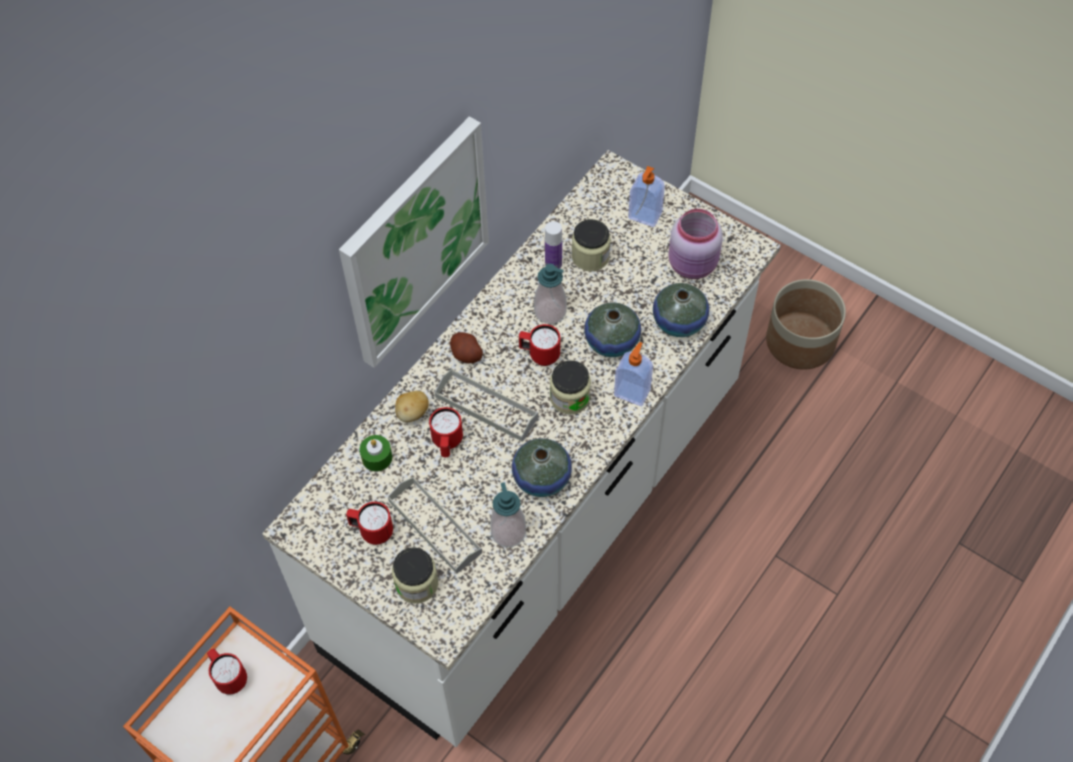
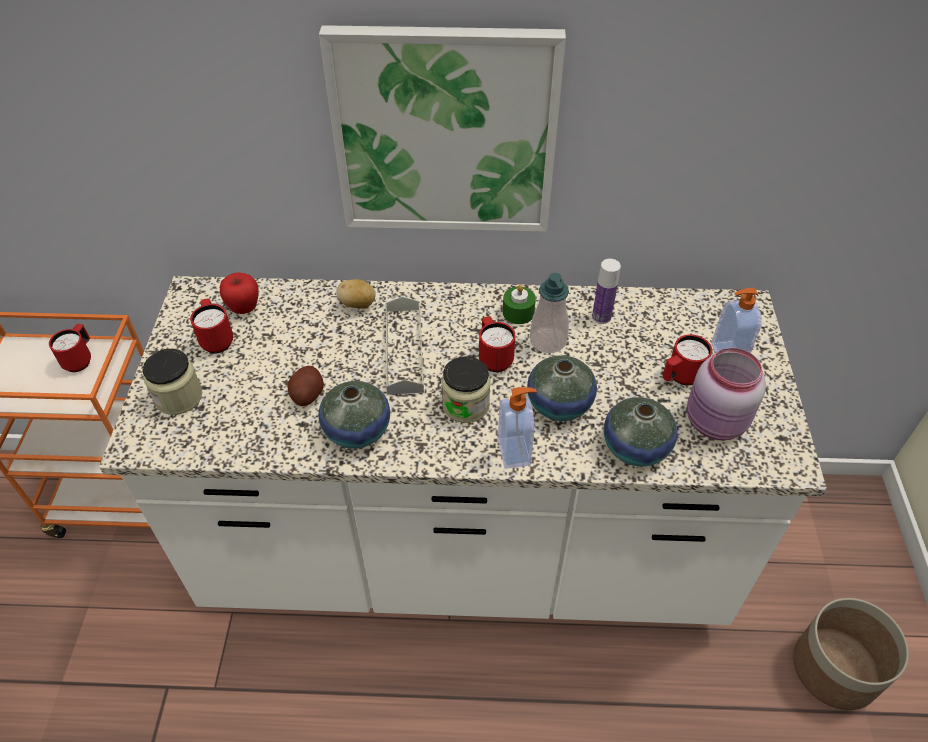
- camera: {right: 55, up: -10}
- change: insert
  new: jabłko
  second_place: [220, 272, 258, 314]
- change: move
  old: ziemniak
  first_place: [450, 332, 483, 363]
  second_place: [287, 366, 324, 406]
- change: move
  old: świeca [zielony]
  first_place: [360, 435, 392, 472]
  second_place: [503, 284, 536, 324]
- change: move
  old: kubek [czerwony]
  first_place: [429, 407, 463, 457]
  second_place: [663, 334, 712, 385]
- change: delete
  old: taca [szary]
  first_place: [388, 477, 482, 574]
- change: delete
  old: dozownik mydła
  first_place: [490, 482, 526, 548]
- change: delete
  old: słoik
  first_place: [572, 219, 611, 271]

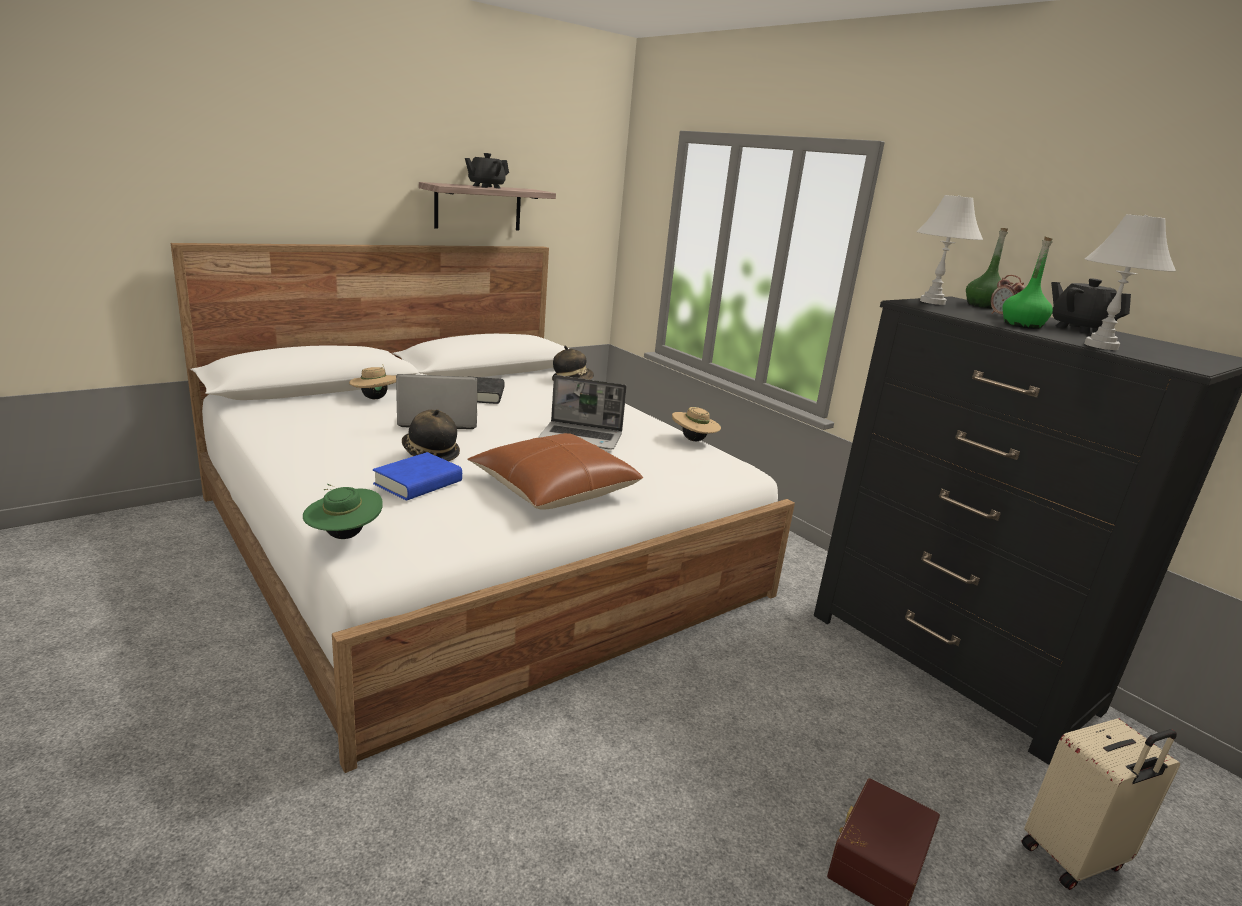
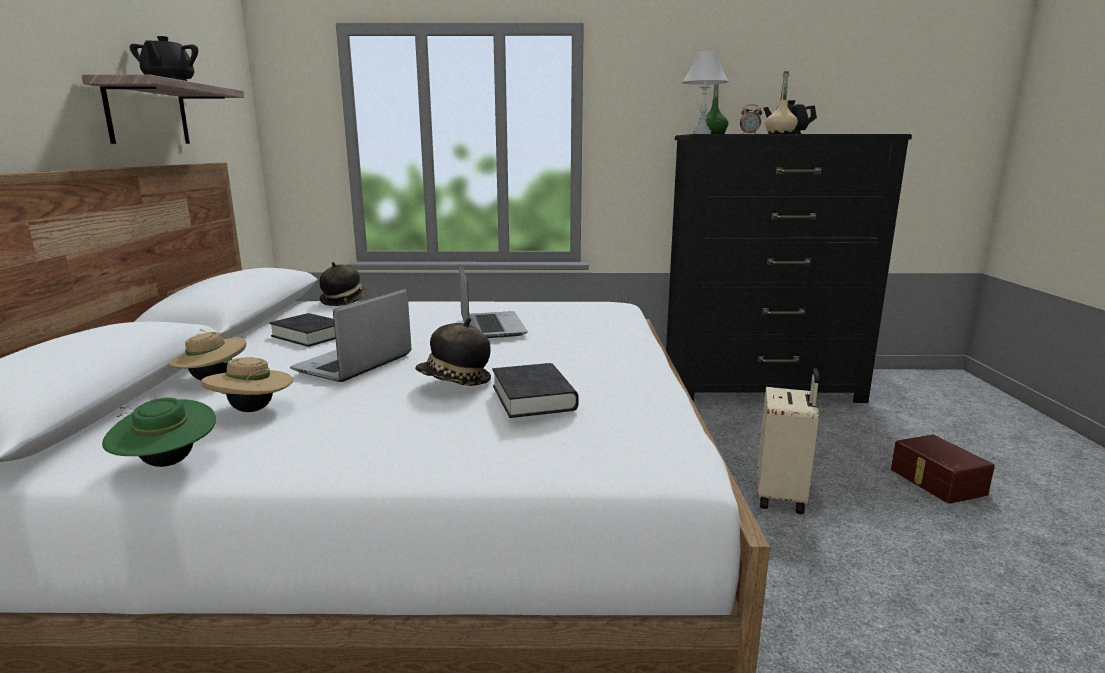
- camera: {right: -50, up: -5}
- change: move
  old: kapelusz [zielony]
  first_place: [303, 484, 383, 539]
  second_place: [102, 398, 216, 467]
- change: move
  old: kapelusz [beżowy]
  first_place: [672, 407, 721, 441]
  second_place: [201, 358, 293, 412]
- change: rotate
  old: laptop
  first_place: [538, 375, 627, 449]
  second_place: [459, 264, 528, 338]
  degrees: -60
- change: recolor
  old: książka [niebieski]
  new: książka [czarny]
  first_place: [373, 452, 462, 500]
  second_place: [492, 363, 579, 418]
- change: move
  old: walizka [beżowy]
  first_place: [1021, 718, 1180, 890]
  second_place: [758, 368, 819, 514]
- change: recolor
  old: butelka [zielony]
  new: butelka [beżowy]
  first_place: [1002, 236, 1053, 329]
  second_place: [765, 71, 798, 134]
- change: delete
  old: poduszka [brązowy]
  first_place: [467, 433, 643, 510]
- change: delete
  old: lampa stołowa [biały]
  first_place: [1084, 214, 1176, 350]

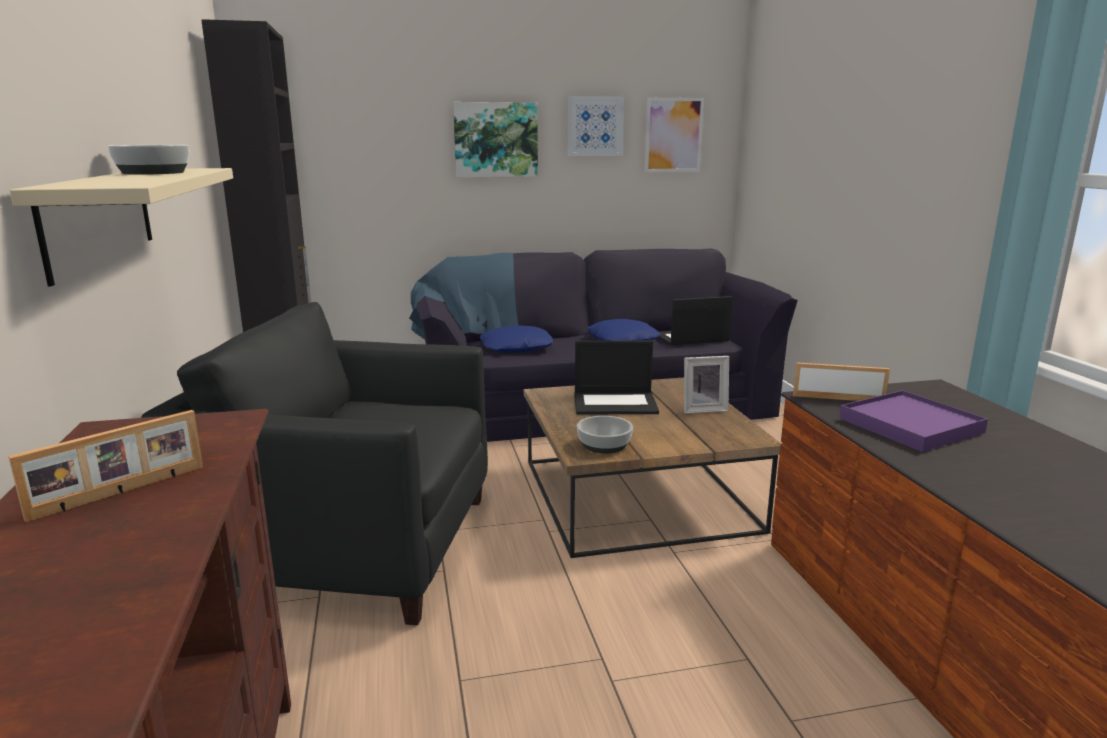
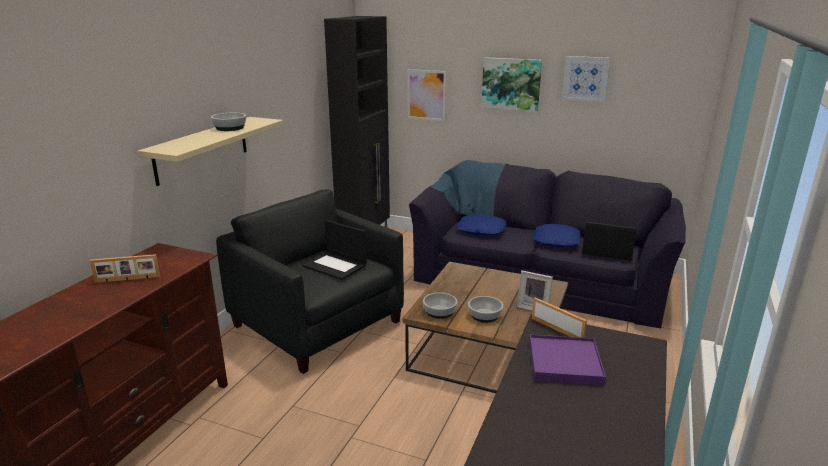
- camera: {right: 35, up: 5}
- change: move
  old: laptop
  first_place: [574, 341, 659, 414]
  second_place: [302, 220, 367, 280]
- change: move
  old: obraz
  first_place: [644, 97, 704, 172]
  second_place: [407, 69, 446, 121]
- change: insert
  new: miska
  second_place: [468, 296, 503, 323]

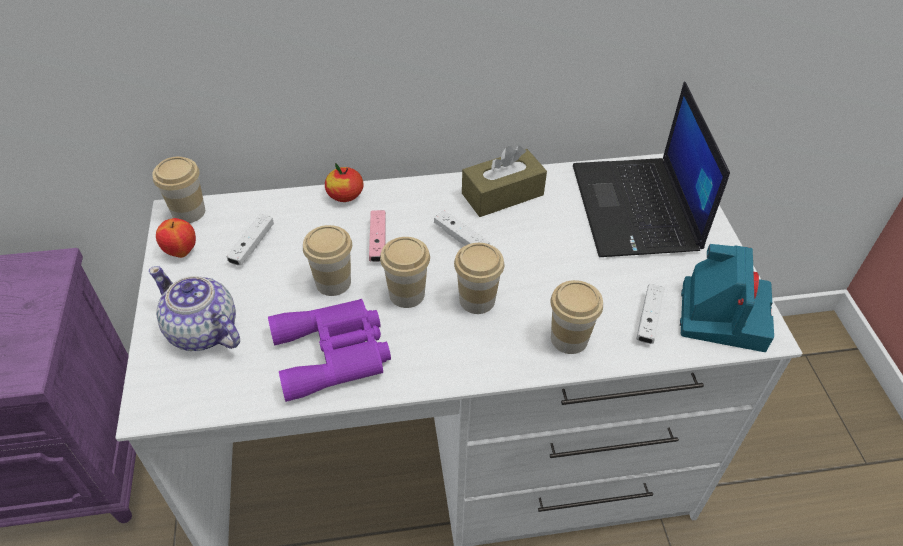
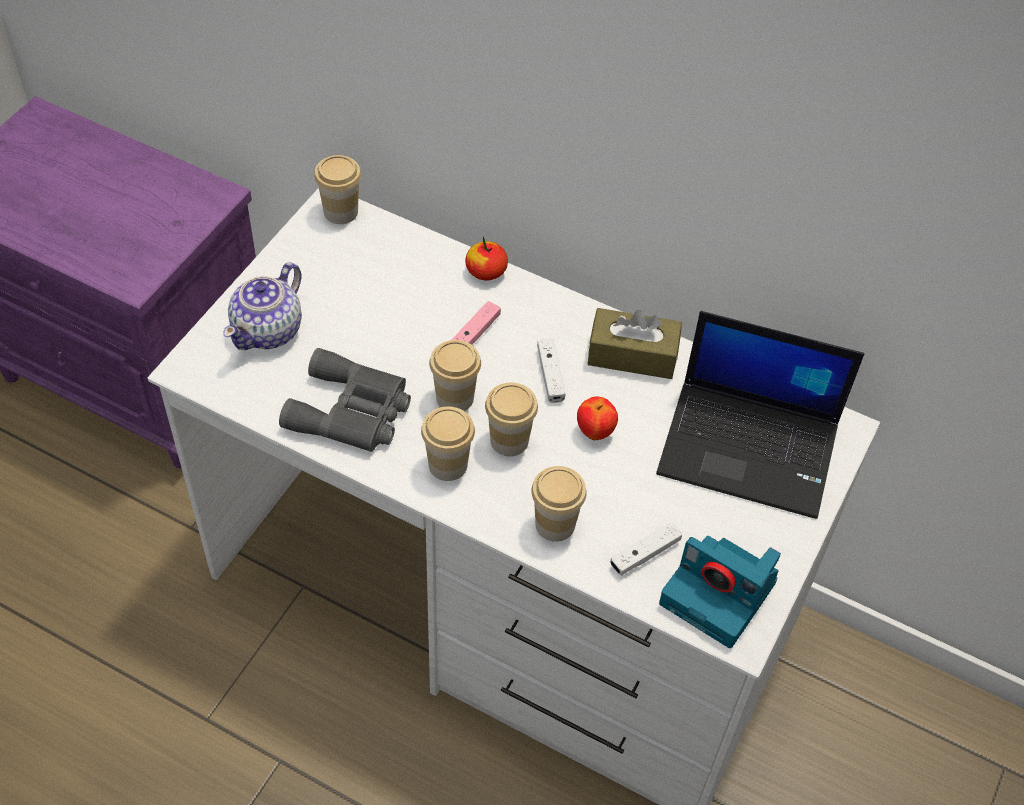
- camera: {right: 35, up: 5}
- change: rotate
  old: imbryk
  first_place: [149, 266, 240, 351]
  second_place: [223, 262, 302, 350]
  degrees: -135
- change: recolor
  old: lornetka [fioletowy]
  new: lornetka [szary]
  first_place: [268, 299, 391, 402]
  second_place: [279, 348, 411, 452]
- change: move
  old: filiżanka
  first_place: [303, 225, 352, 296]
  second_place: [421, 406, 475, 481]
- change: move
  old: jabłko
  first_place: [156, 218, 196, 258]
  second_place: [577, 396, 618, 440]
- change: rotate
  old: laptop
  first_place: [573, 81, 730, 257]
  second_place: [656, 311, 864, 519]
  degrees: -105
- change: rotate
  old: aparat fotograficzny
  first_place: [680, 244, 774, 352]
  second_place: [659, 536, 781, 648]
  degrees: 75
- change: delete
  old: pad do gier [biały]
  first_place: [226, 214, 274, 266]

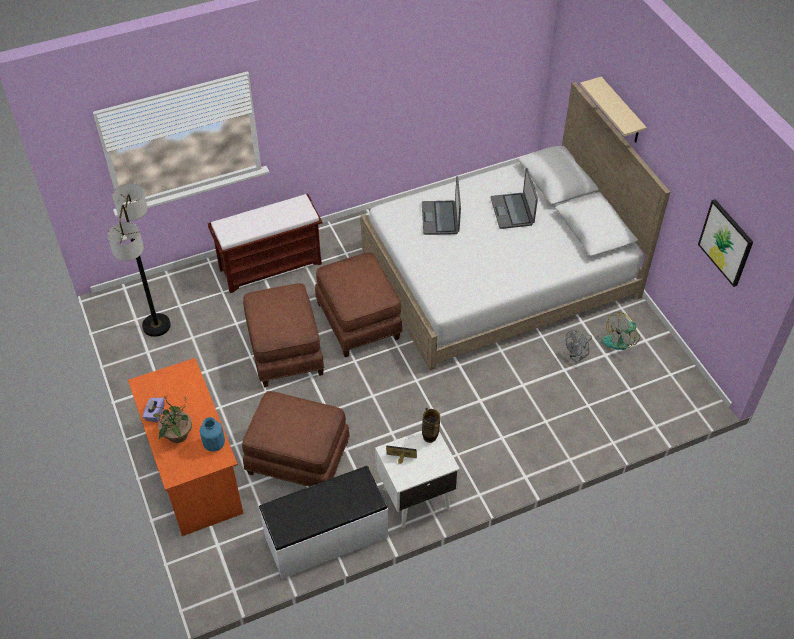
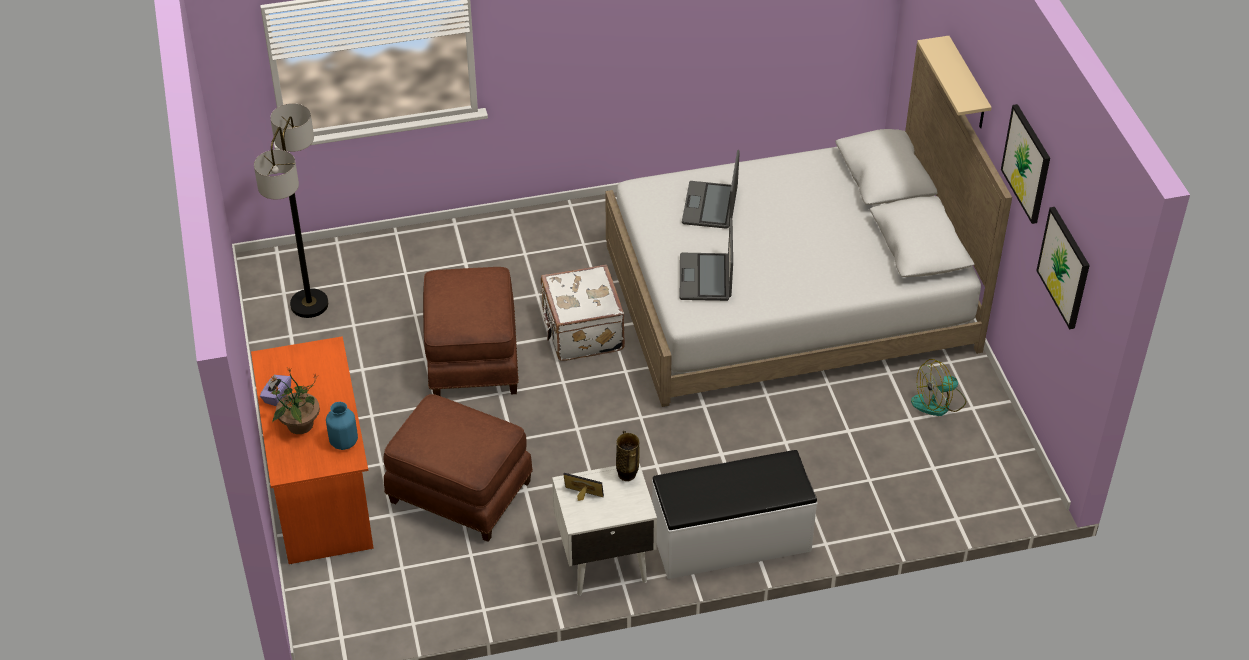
- camera: {right: 10, up: -5}
- change: replace
  old: pufa [brązowy]
  new: walizka [biały]
  first_place: [315, 252, 403, 357]
  second_place: [540, 264, 625, 361]
- change: move
  old: ławka [biały]
  first_place: [259, 466, 388, 579]
  second_place: [652, 450, 817, 579]
- change: move
  old: laptop
  first_place: [491, 168, 538, 229]
  second_place: [680, 218, 733, 301]
- change: insert
  new: obraz
  second_place: [1001, 104, 1050, 224]
- change: delete
  old: ławka [brązowy]
  first_place: [208, 194, 323, 293]
- change: delete
  old: wentylator [szary]
  first_place: [566, 330, 592, 363]

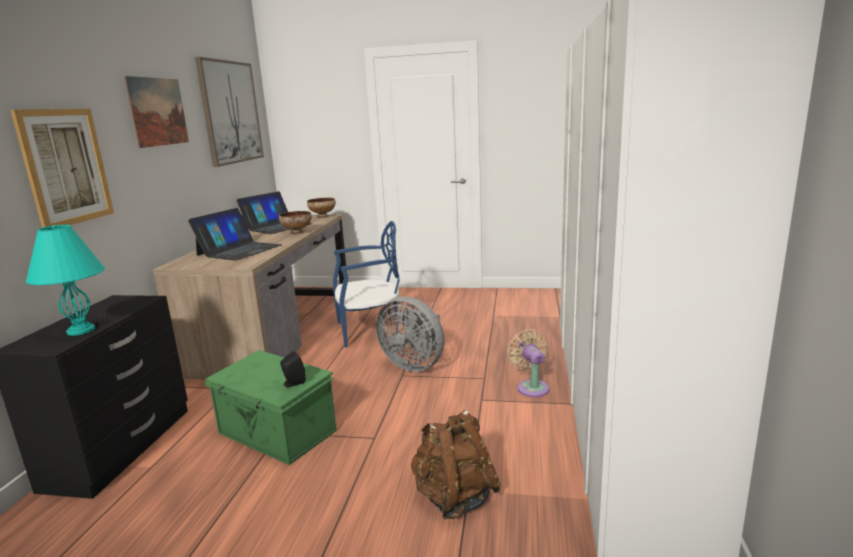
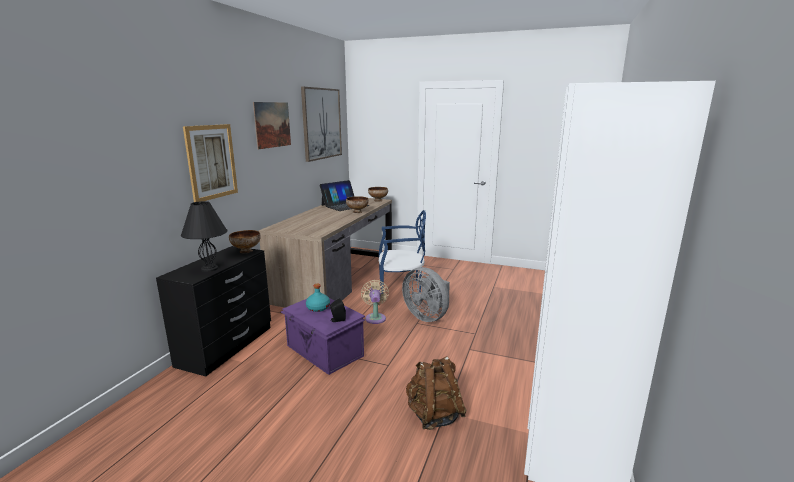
- camera: {right: 10, up: 0}
- change: recolor
  old: lampa stołowa [turkusowy]
  new: lampa stołowa [czarny]
  first_place: [26, 225, 105, 336]
  second_place: [181, 201, 227, 272]
- change: insert
  new: miska
  second_place: [229, 230, 261, 253]
- change: recolor
  old: pojemnik do przechowywania [zielony]
  new: pojemnik do przechowywania [fioletowy]
  first_place: [203, 350, 337, 465]
  second_place: [281, 298, 365, 375]
- change: insert
  new: butelka [turkusowy]
  second_place: [306, 284, 330, 312]
- change: move
  old: wentylator [beżowy]
  first_place: [507, 329, 550, 397]
  second_place: [361, 280, 389, 324]
- change: delete
  old: laptop
  first_place: [188, 208, 282, 261]

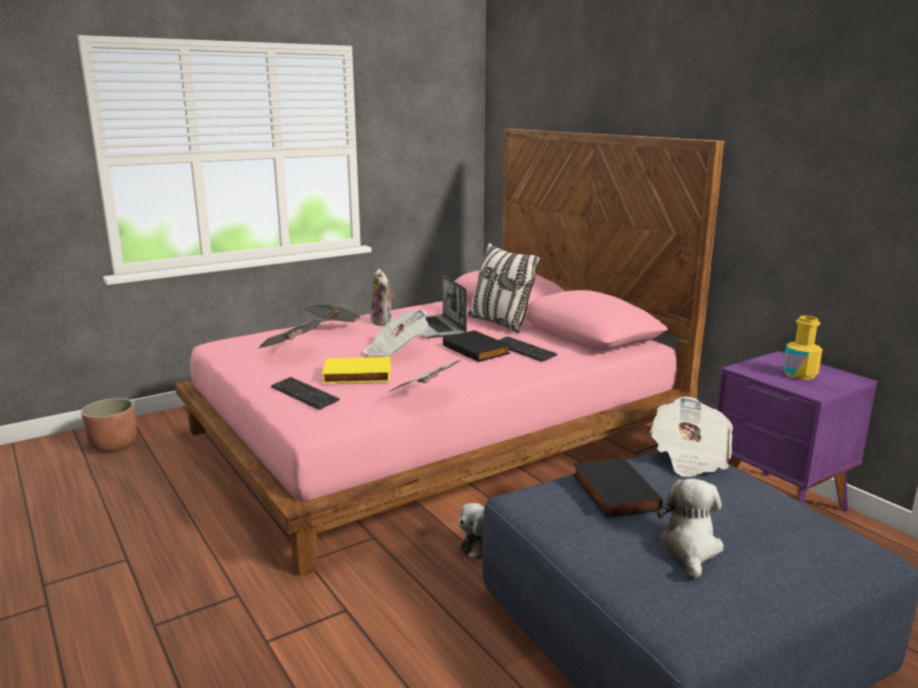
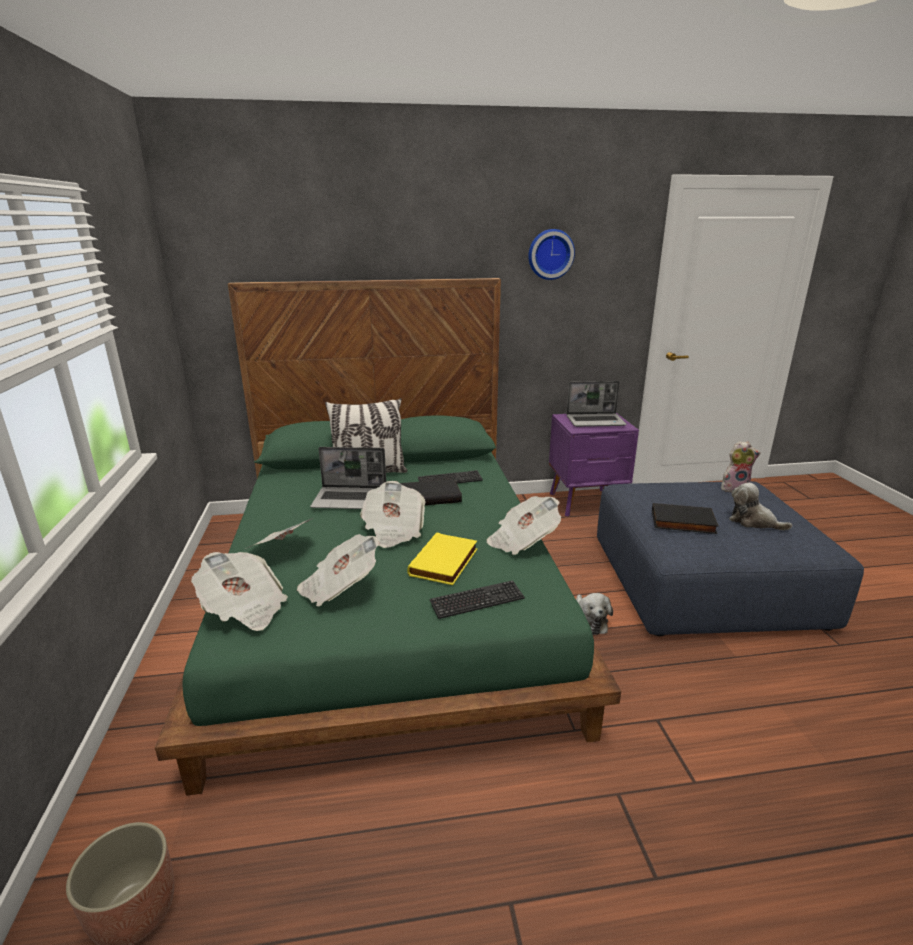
- camera: {right: -65, up: 5}
- change: recolor
  old: łóżko [różowy]
  new: łóżko [zielony]
  first_place: [175, 129, 725, 577]
  second_place: [155, 278, 621, 796]
- change: move
  old: gazeta
  first_place: [650, 397, 733, 477]
  second_place: [191, 552, 288, 631]
- change: insert
  new: zegar ścienny
  second_place: [528, 229, 575, 280]
- change: replace
  old: butelka [żółty]
  new: laptop
  first_place: [783, 316, 823, 380]
  second_place: [566, 381, 627, 427]
- change: move
  old: pluszak
  first_place: [370, 269, 394, 326]
  second_place: [721, 441, 760, 493]

